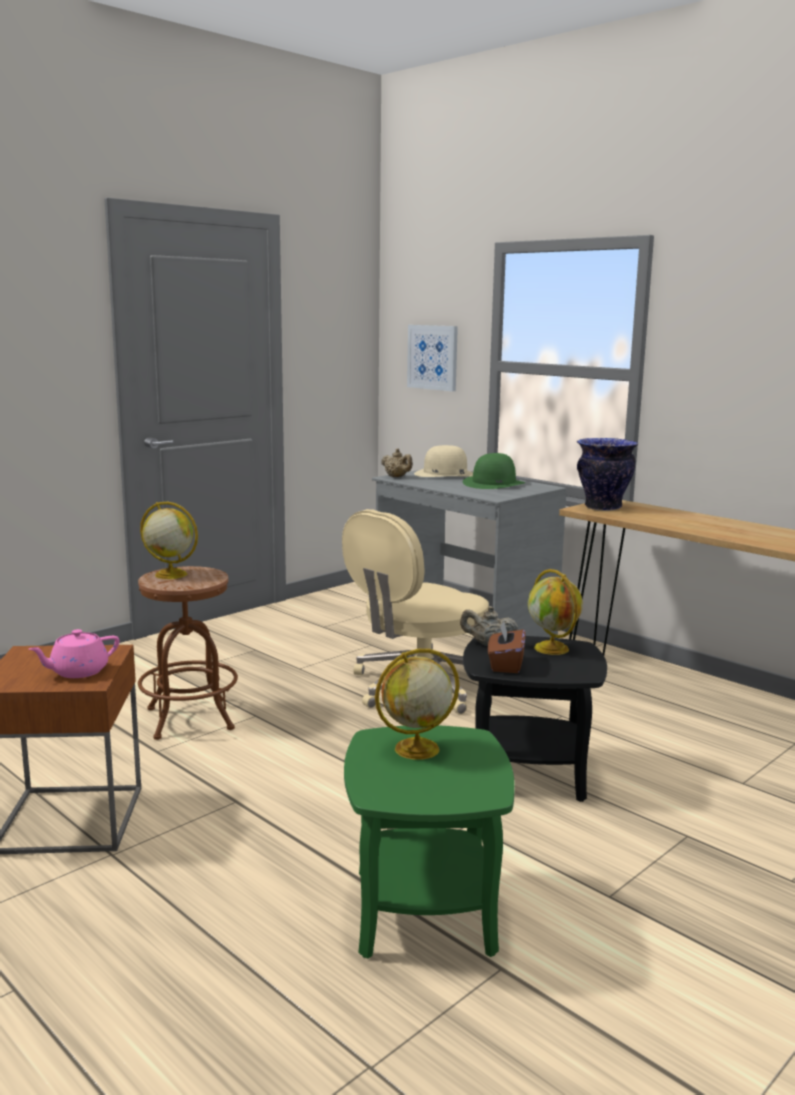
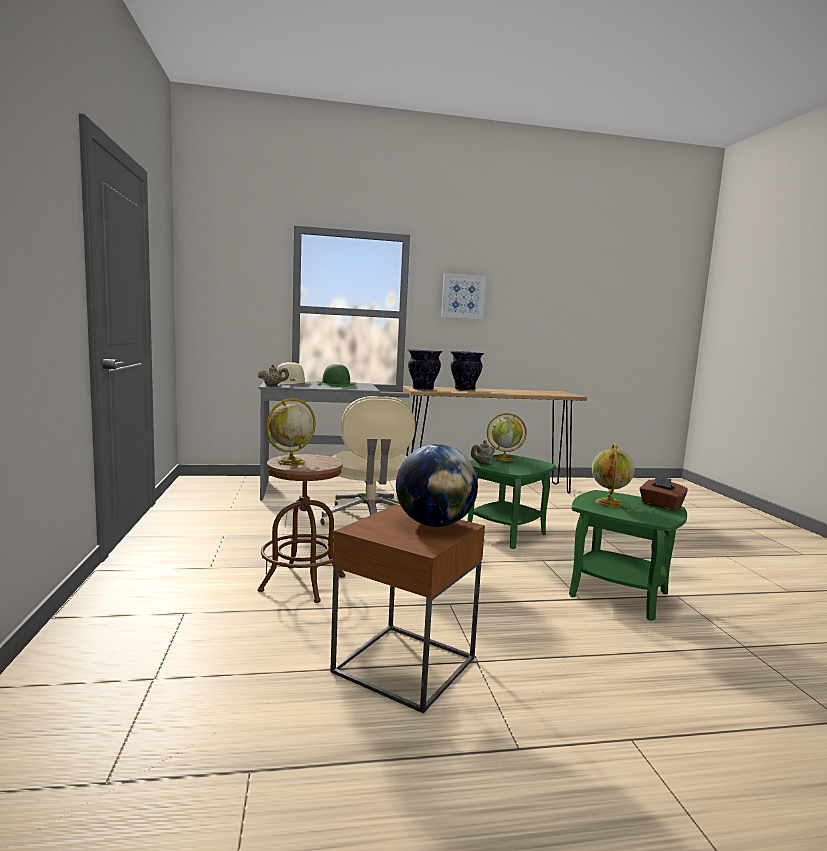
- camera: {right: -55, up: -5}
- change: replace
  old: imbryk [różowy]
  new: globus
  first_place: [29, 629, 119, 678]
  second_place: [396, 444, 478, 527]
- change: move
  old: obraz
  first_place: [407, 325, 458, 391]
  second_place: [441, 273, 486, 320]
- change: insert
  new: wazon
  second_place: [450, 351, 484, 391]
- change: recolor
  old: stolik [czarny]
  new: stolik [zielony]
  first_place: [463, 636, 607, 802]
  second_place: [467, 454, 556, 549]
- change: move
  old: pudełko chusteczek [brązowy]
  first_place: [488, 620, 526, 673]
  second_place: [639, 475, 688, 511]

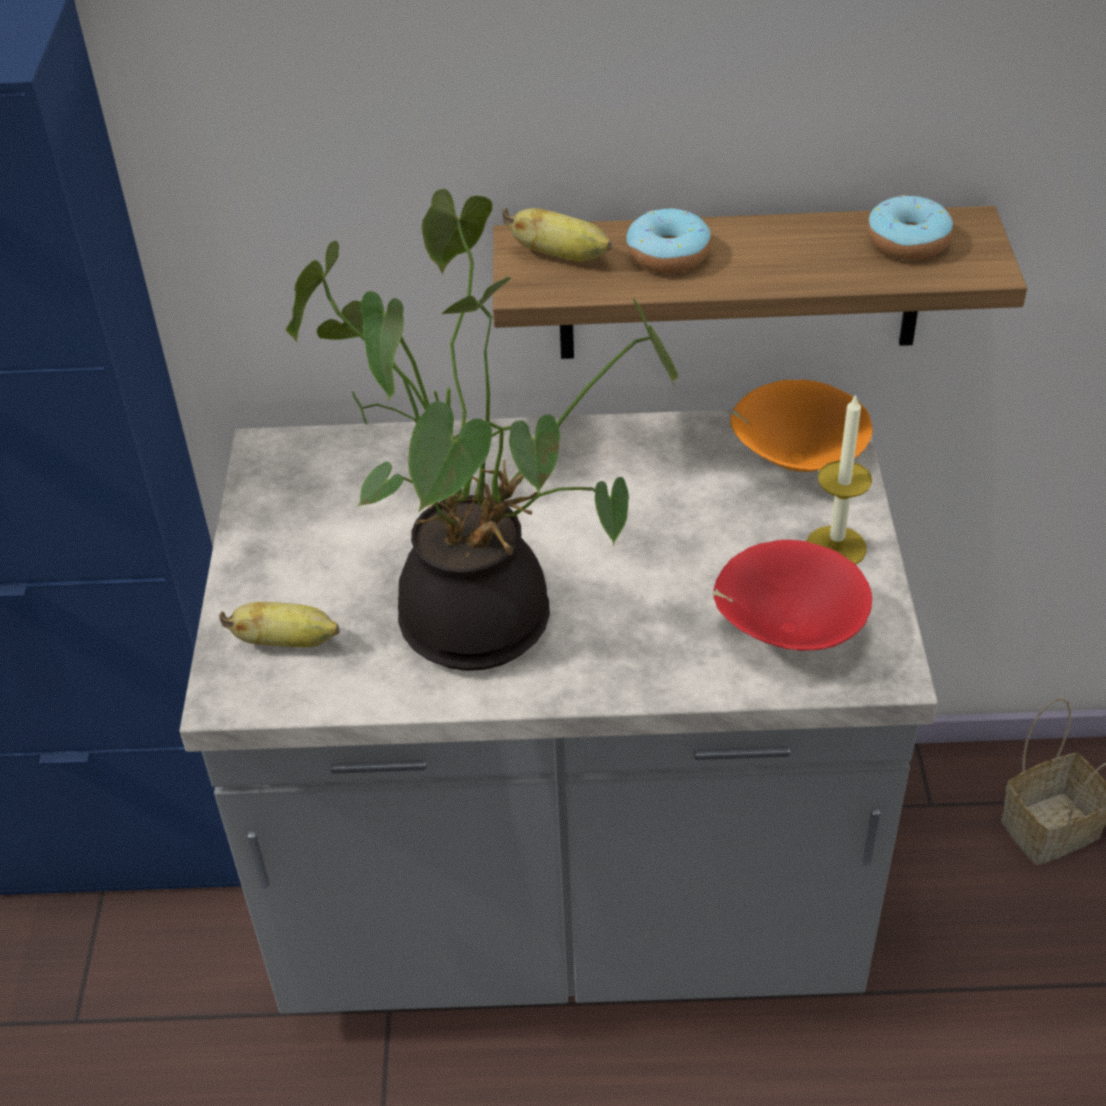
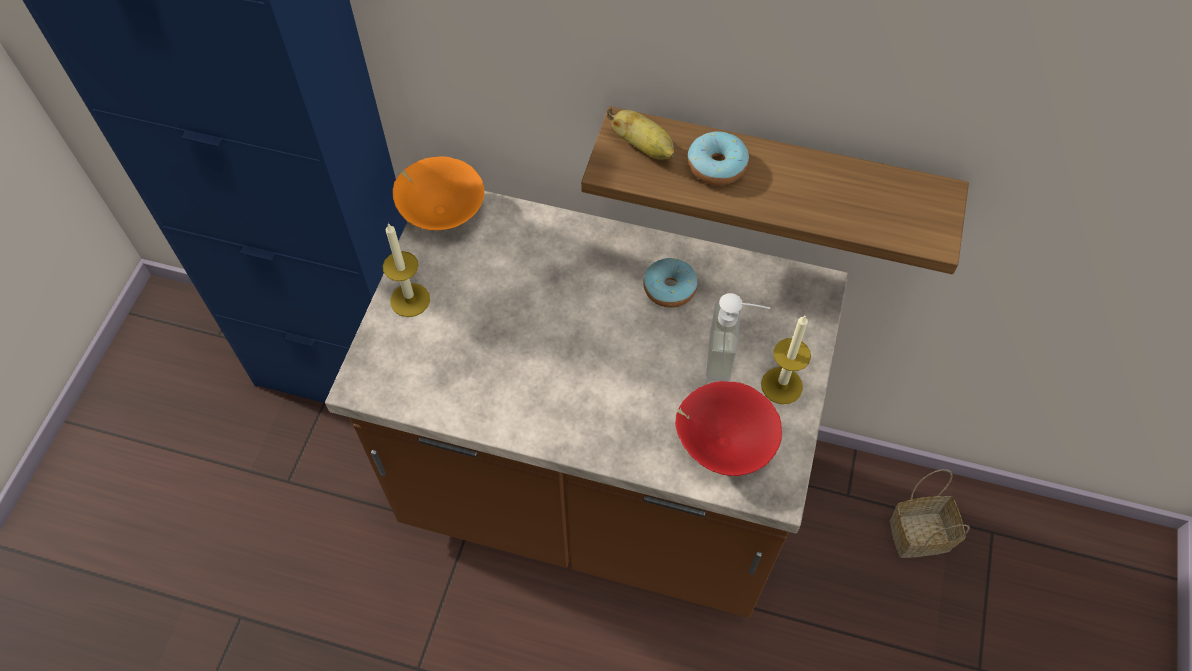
- camera: {right: 15, up: 15}
- change: recolor
  old: zabudowa kuchenna [szary]
  new: zabudowa kuchenna [brązowy]
  first_place: [180, 404, 938, 1013]
  second_place: [325, 191, 848, 618]
- change: insert
  new: świeca
  second_place: [383, 223, 430, 317]
- change: move
  old: miska [pomarańczowy]
  first_place: [730, 380, 872, 472]
  second_place: [393, 156, 485, 230]
- change: move
  old: donut
  first_place: [867, 195, 953, 260]
  second_place: [643, 258, 698, 308]
- change: insert
  new: dozownik mydła
  second_place: [706, 293, 771, 381]
- change: delete
  old: banan
  first_place: [219, 602, 340, 647]
- change: delete
  old: roślina doniczkowa
  first_place: [286, 188, 678, 671]

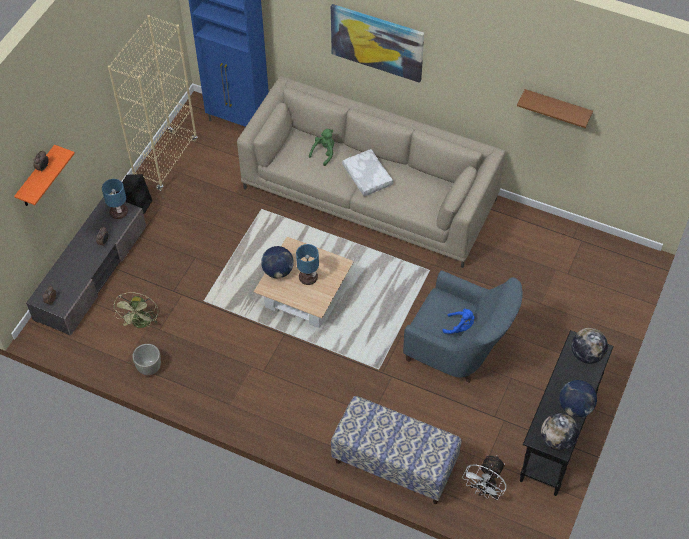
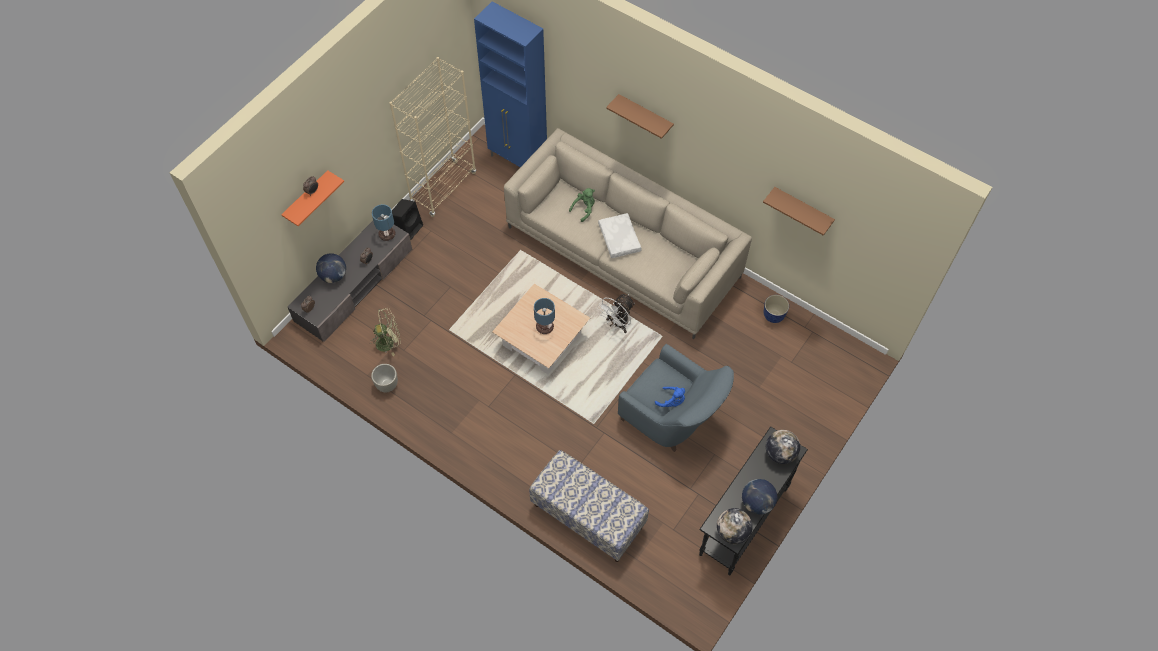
- camera: {right: 10, up: 5}
- change: move
  old: globus
  first_place: [261, 246, 294, 278]
  second_place: [316, 253, 346, 283]
- change: rotate
  old: wentylator [zielony]
  first_place: [113, 292, 158, 329]
  second_place: [371, 308, 401, 356]
  degrees: -120
- change: move
  old: wentylator [biały]
  first_place: [462, 455, 507, 500]
  second_place: [597, 294, 635, 333]
- change: replace
  old: obraz
  new: półka [brązowy]
  first_place: [331, 4, 424, 83]
  second_place: [606, 94, 674, 139]
- change: insert
  new: donica
  second_place: [764, 295, 789, 323]

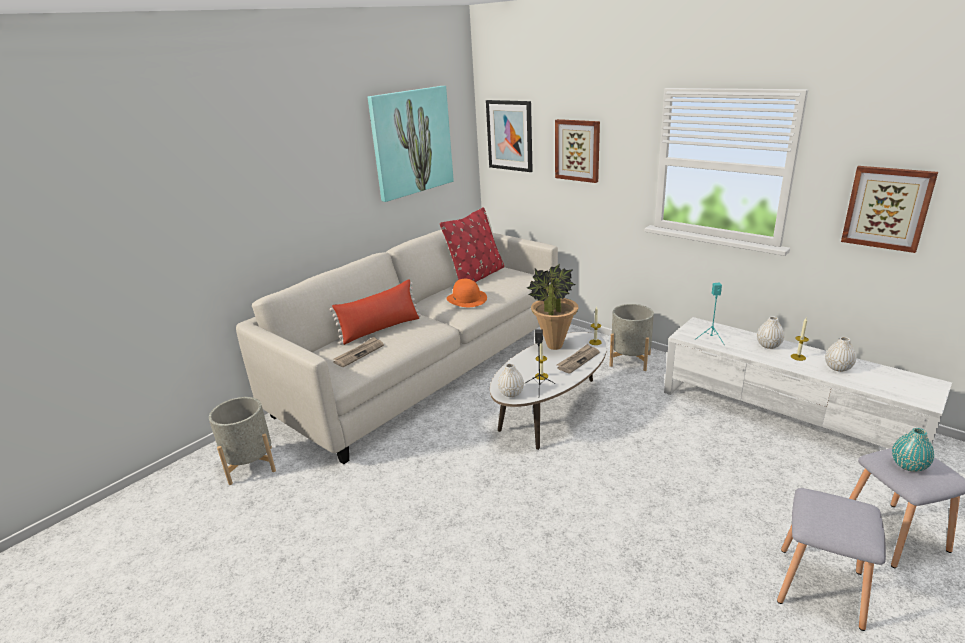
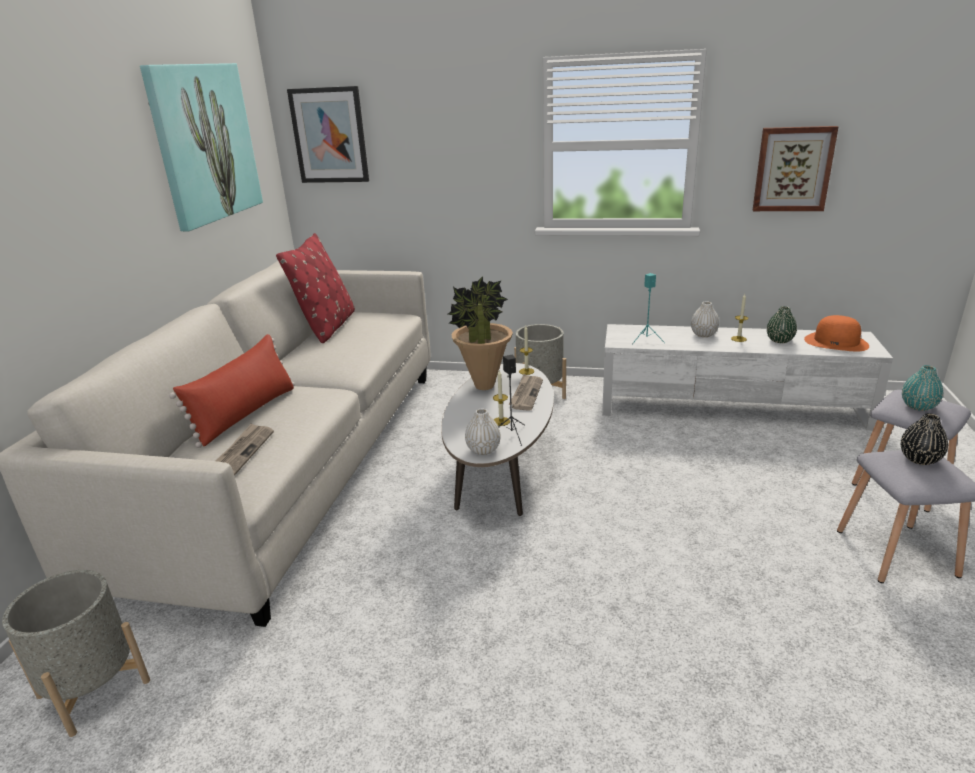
- camera: {right: -30, up: 0}
- change: recolor
  old: wazon [biały]
  new: wazon [zielony]
  first_place: [825, 337, 856, 372]
  second_place: [767, 306, 797, 343]
- change: move
  old: kapelusz [pomarańczowy]
  first_place: [446, 279, 487, 307]
  second_place: [804, 315, 869, 351]
- change: insert
  new: wazon [czarny]
  second_place: [901, 413, 948, 465]
- change: delete
  old: obraz
  first_place: [555, 119, 600, 183]

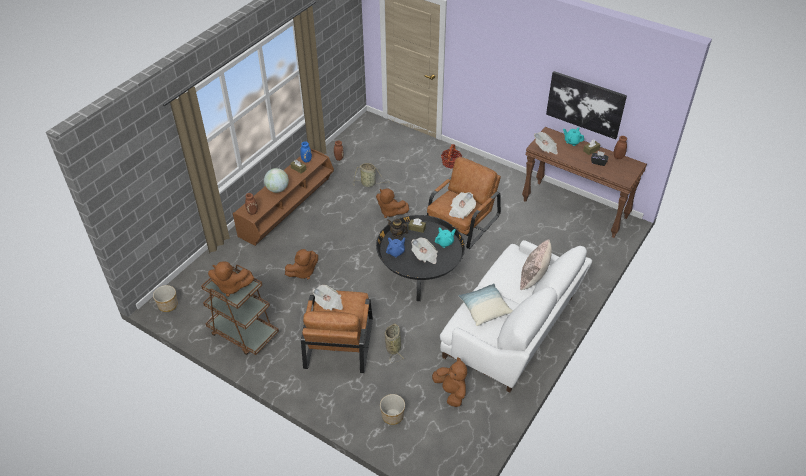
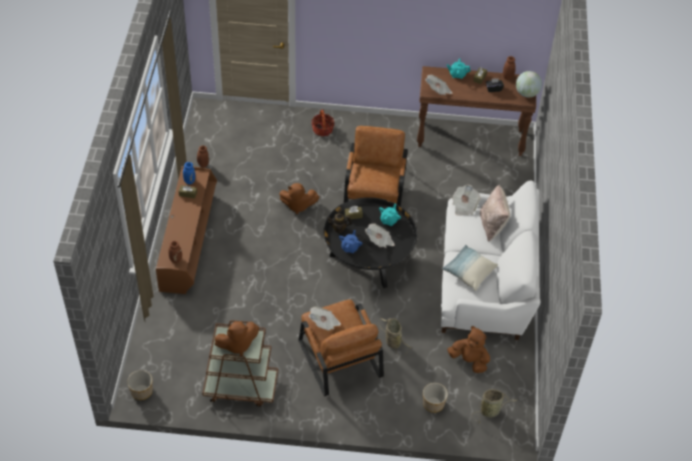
- camera: {right: -30, up: 5}
- change: move
  old: gazeta
  first_place: [449, 192, 476, 219]
  second_place: [452, 184, 480, 216]
- change: move
  old: koszyk
  first_place: [353, 163, 391, 187]
  second_place: [471, 389, 517, 424]
- change: move
  old: globus
  first_place: [264, 168, 289, 193]
  second_place: [516, 71, 542, 97]
- change: delete
  old: pluszak [brązowy]
  first_place: [285, 249, 318, 279]
- change: delete
  old: obraz
  first_place: [546, 71, 627, 139]

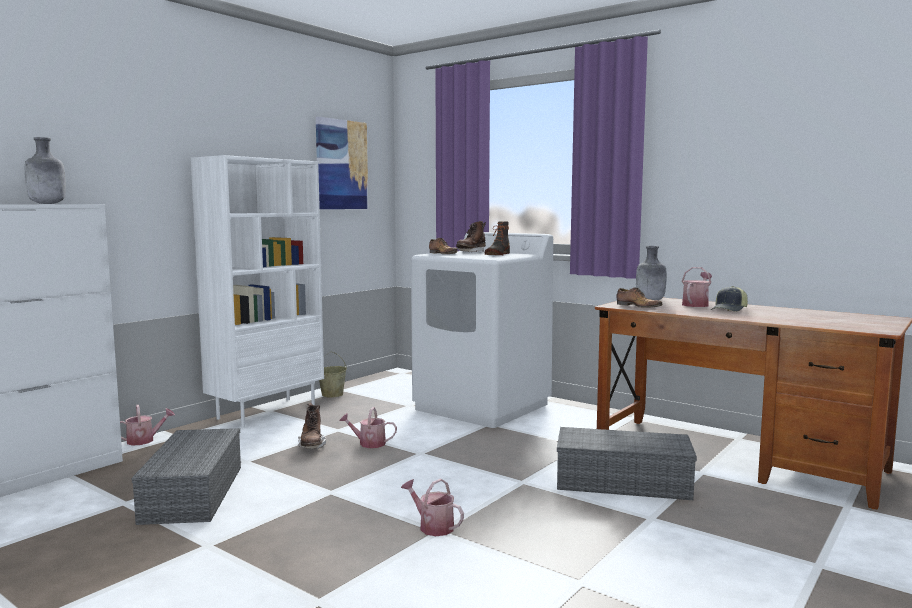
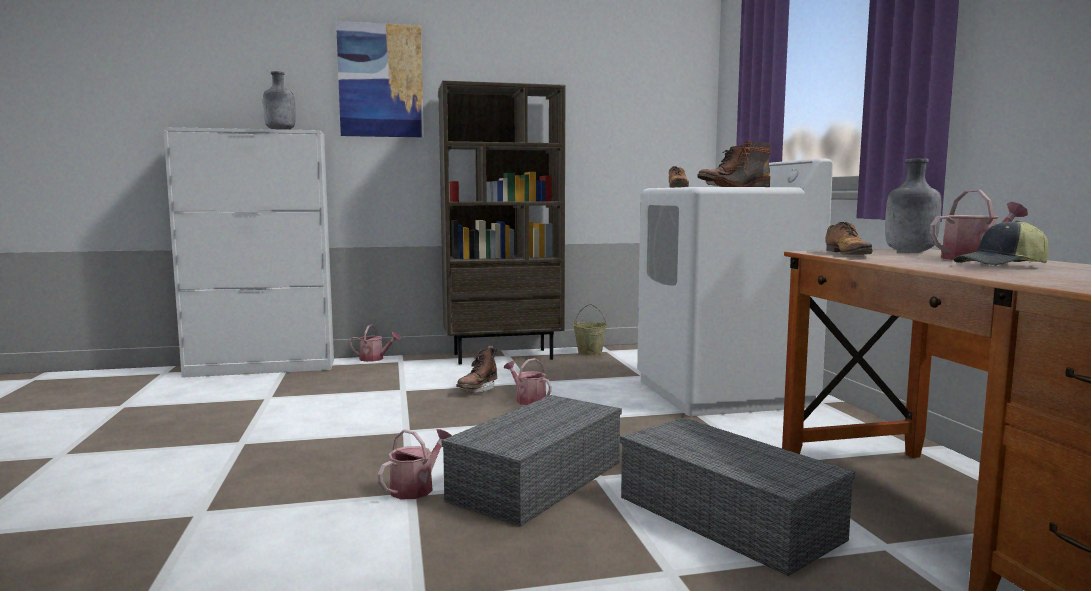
- camera: {right: 40, up: 0}
- change: move
  old: obraz
  first_place: [316, 117, 368, 209]
  second_place: [336, 21, 424, 137]
- change: rotate
  old: konewka
  first_place: [401, 479, 464, 536]
  second_place: [378, 429, 452, 499]
  degrees: 45
- change: recolor
  old: regał [biały]
  new: regał [brązowy]
  first_place: [191, 155, 324, 428]
  second_place: [438, 81, 566, 364]
- change: move
  old: pojemnik do przechowywania [szary]
  first_place: [132, 428, 241, 525]
  second_place: [442, 395, 622, 527]

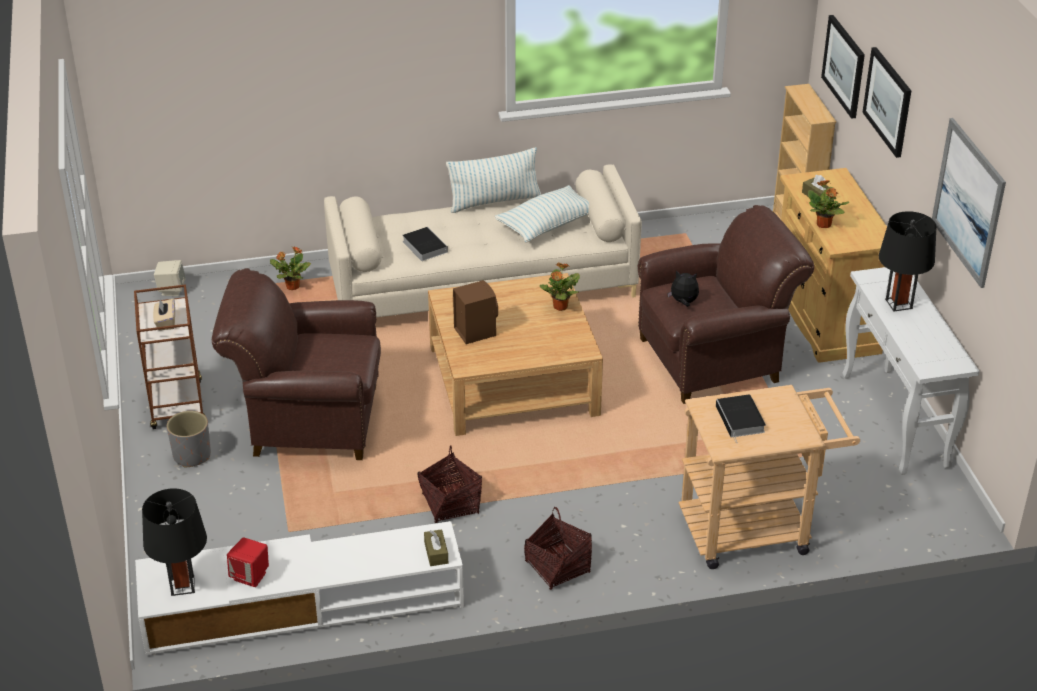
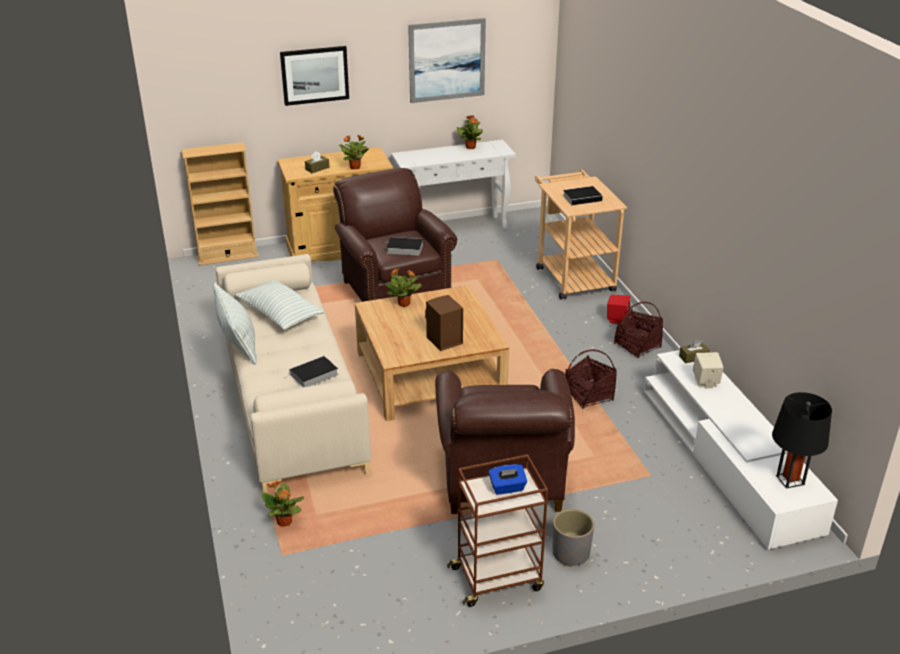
- camera: {right: -95, up: -5}
- change: replace
  old: pluszak
  new: książka
  first_place: [668, 271, 699, 307]
  second_place: [386, 237, 423, 256]
- change: insert
  new: roślina doniczkowa
  second_place: [457, 115, 483, 149]
- change: recolor
  old: pudełko chusteczek [beżowy]
  new: pudełko chusteczek [niebieski]
  first_place: [153, 299, 175, 330]
  second_place: [489, 464, 527, 495]
- change: move
  old: głośnik [czerwony]
  first_place: [227, 537, 269, 587]
  second_place: [607, 295, 631, 324]
- change: move
  old: głośnik [beżowy]
  first_place: [154, 260, 186, 296]
  second_place: [693, 352, 724, 388]
- change: delete
  old: obraz
  first_place: [821, 15, 865, 119]
- change: delete
  old: lampa stołowa [czarny]
  first_place: [879, 211, 937, 311]

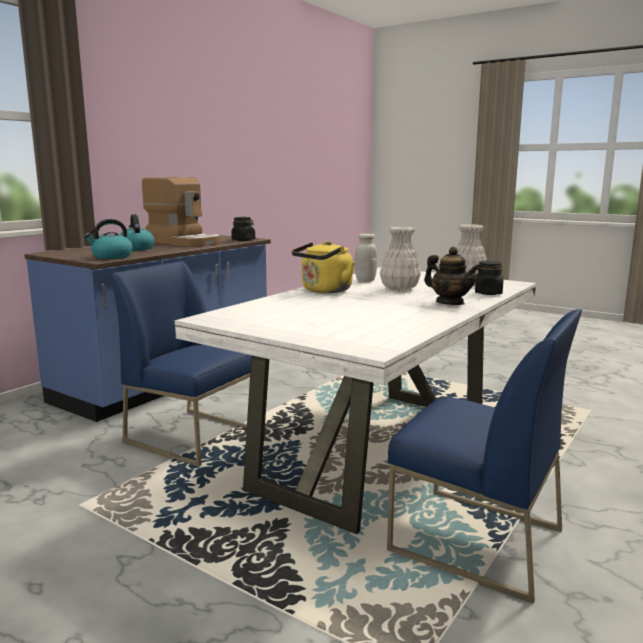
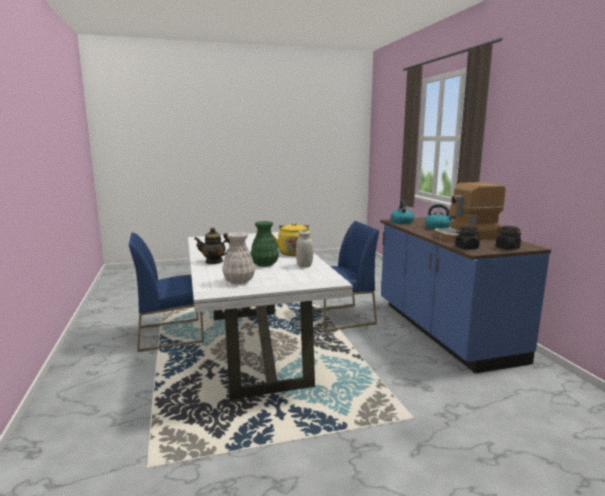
- camera: {right: 130, up: 0}
- change: recolor
  old: wazon [biały]
  new: wazon [zielony]
  first_place: [380, 227, 421, 291]
  second_place: [250, 221, 279, 267]
- change: move
  old: słoik [czarny]
  first_place: [475, 261, 503, 295]
  second_place: [496, 226, 521, 250]

